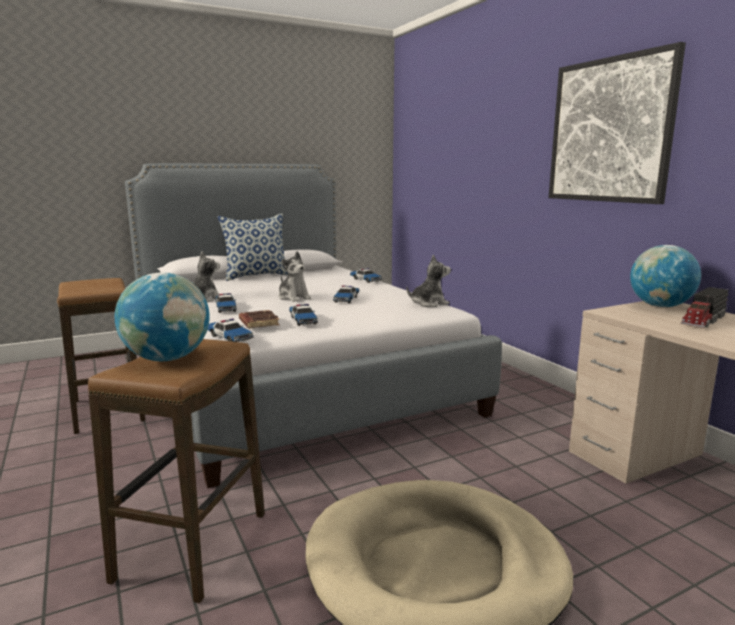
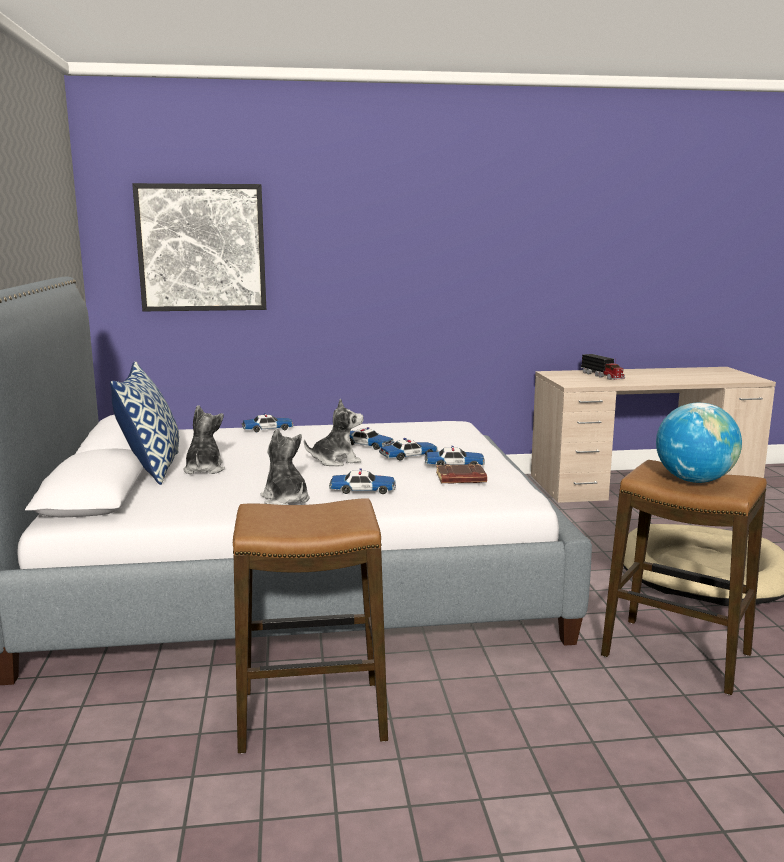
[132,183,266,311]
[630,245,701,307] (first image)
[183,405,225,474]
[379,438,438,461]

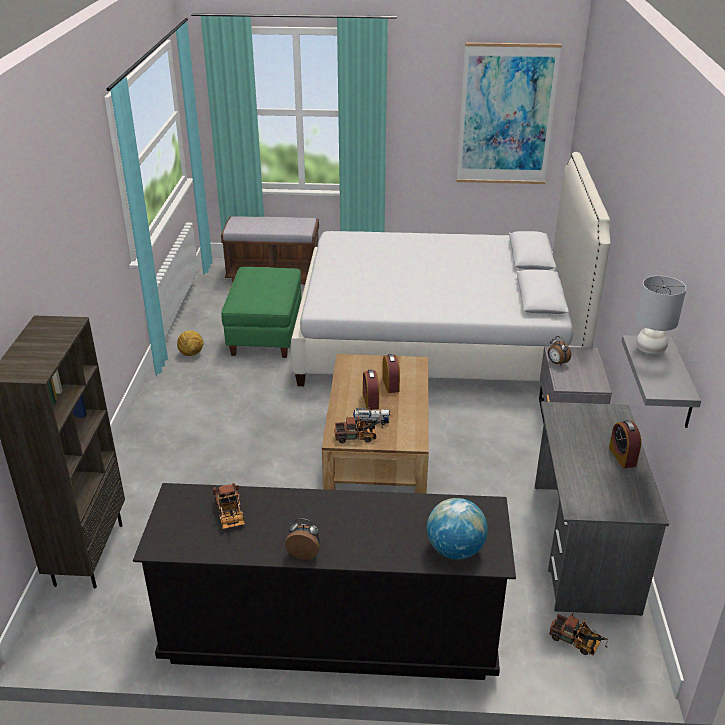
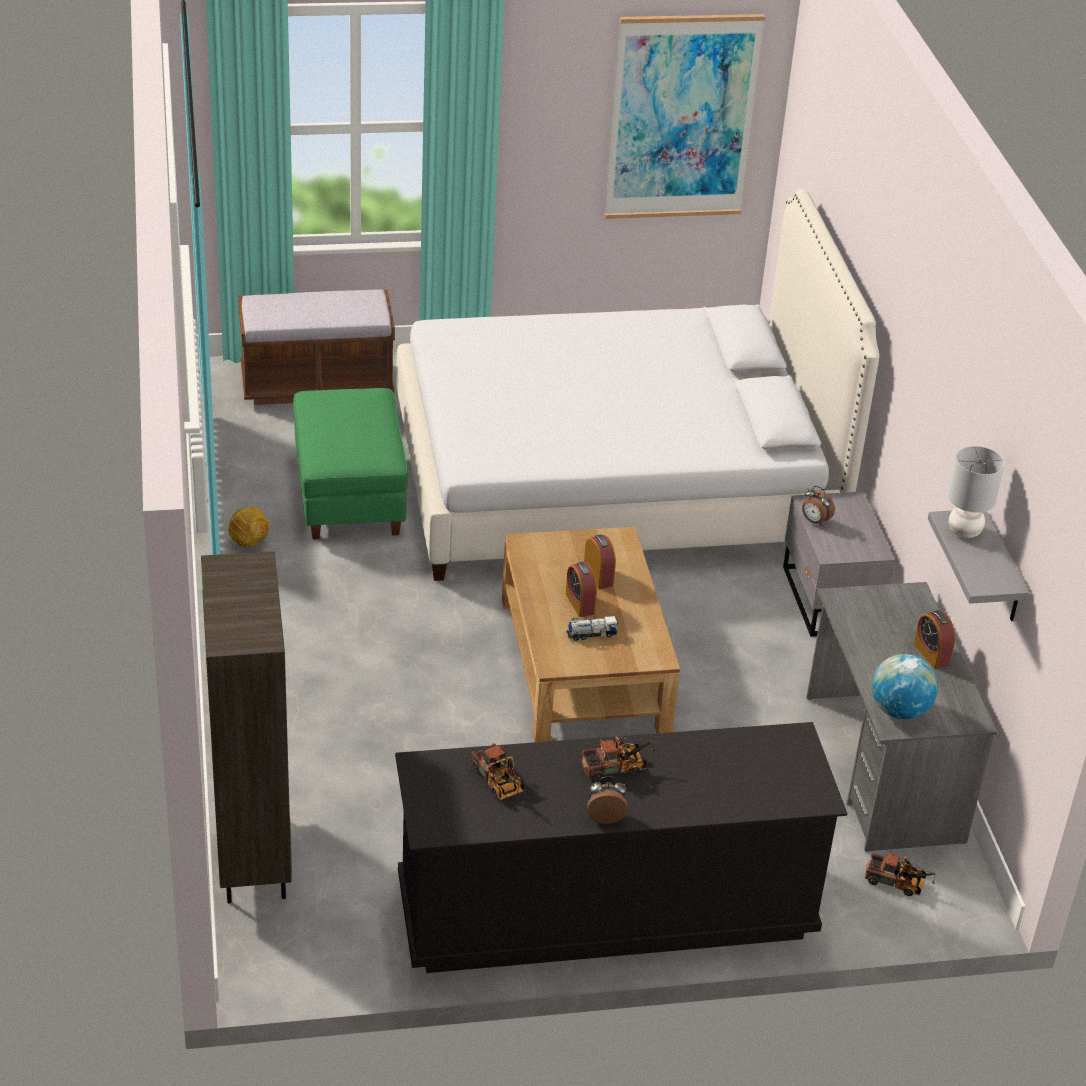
[581,736,655,781]
[872,654,938,719]

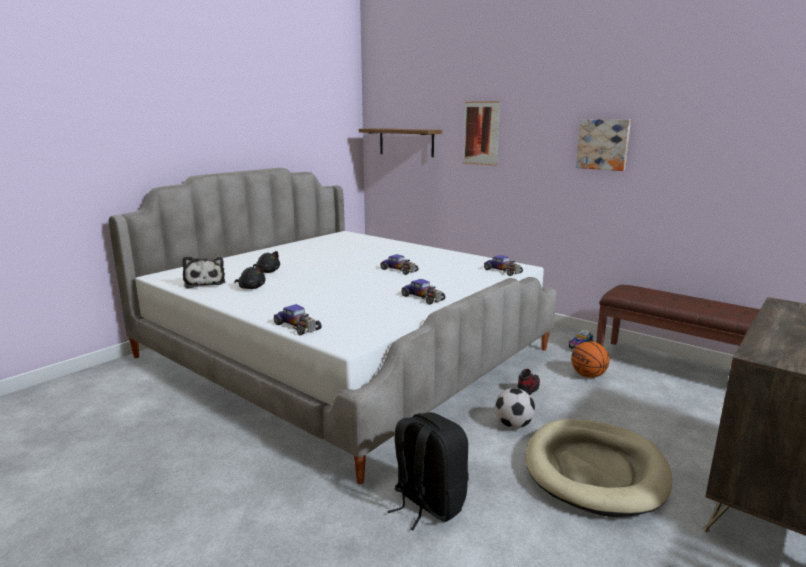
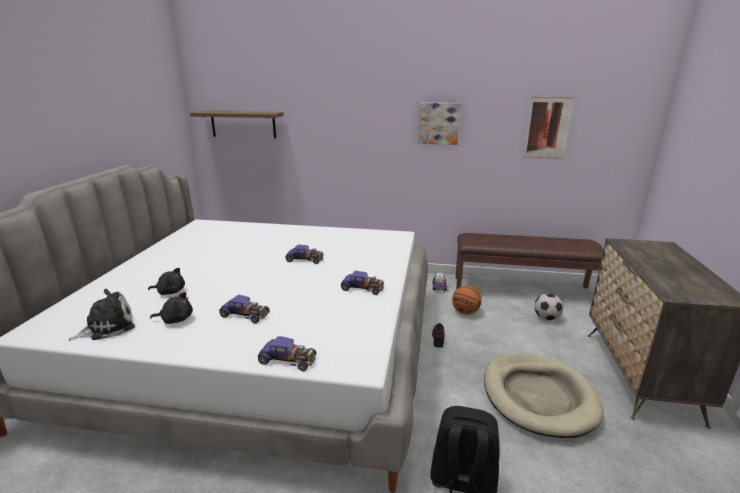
[524,97,574,159]
[219,295,270,324]
[68,289,135,341]
[534,293,563,320]

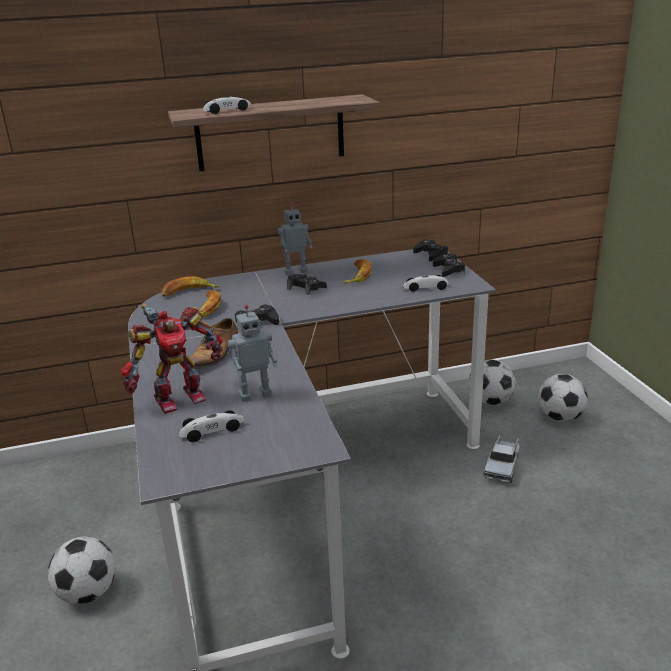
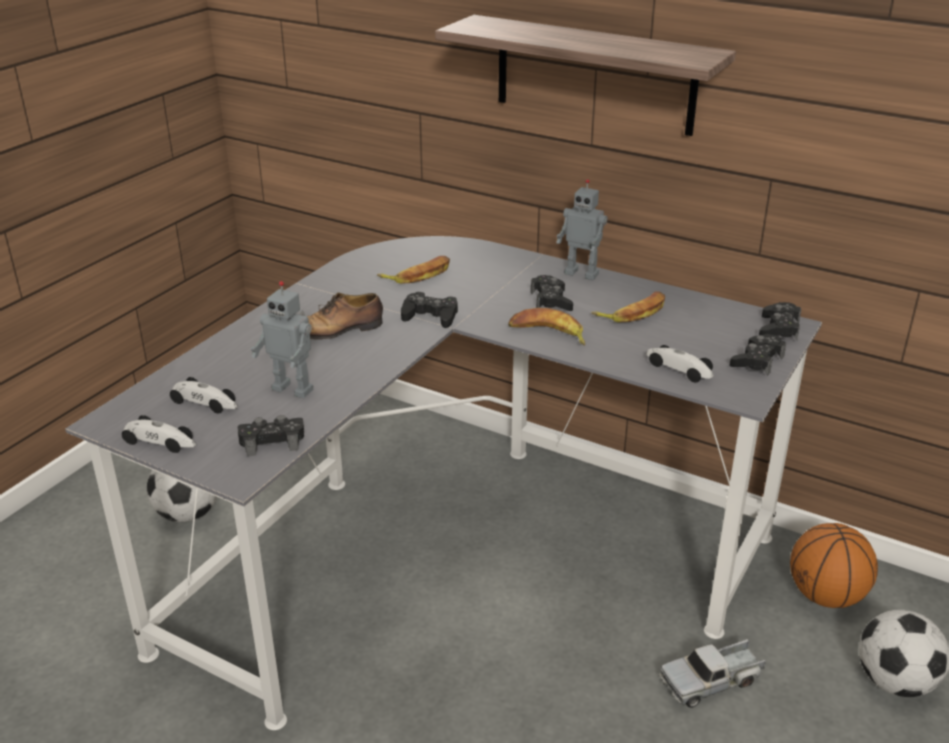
[122,415,196,453]
[508,308,585,346]
[120,304,223,414] (first image)
[790,523,878,608]
[237,415,304,456]

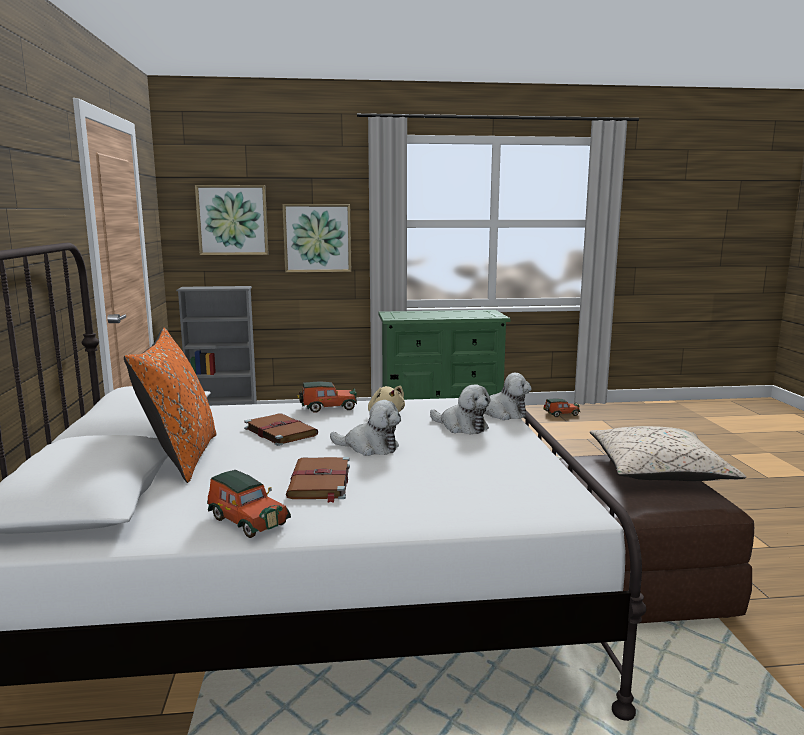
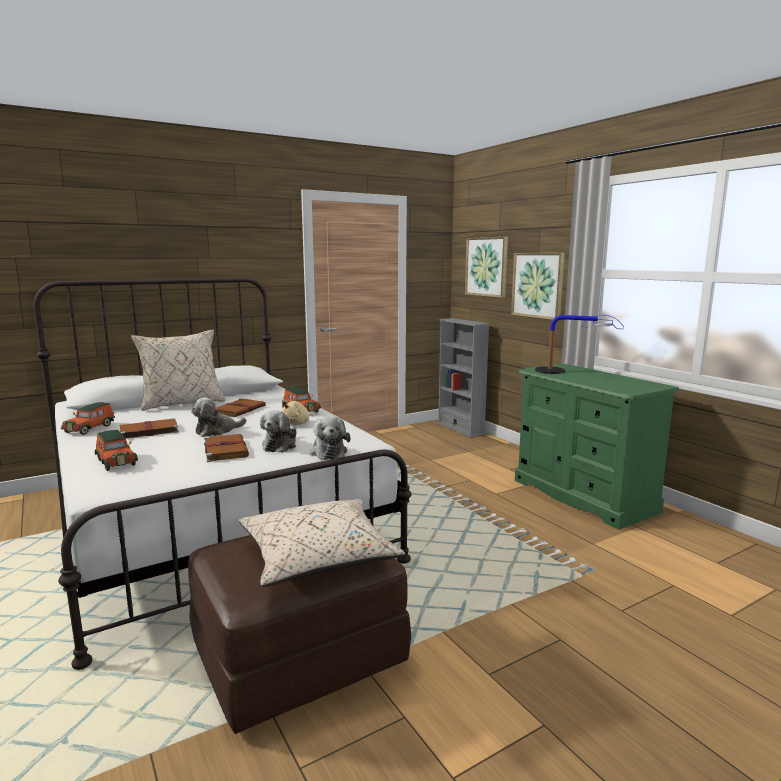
[131,329,225,411]
[95,430,138,471]
[191,397,246,437]
[535,315,624,374]
[204,434,249,462]

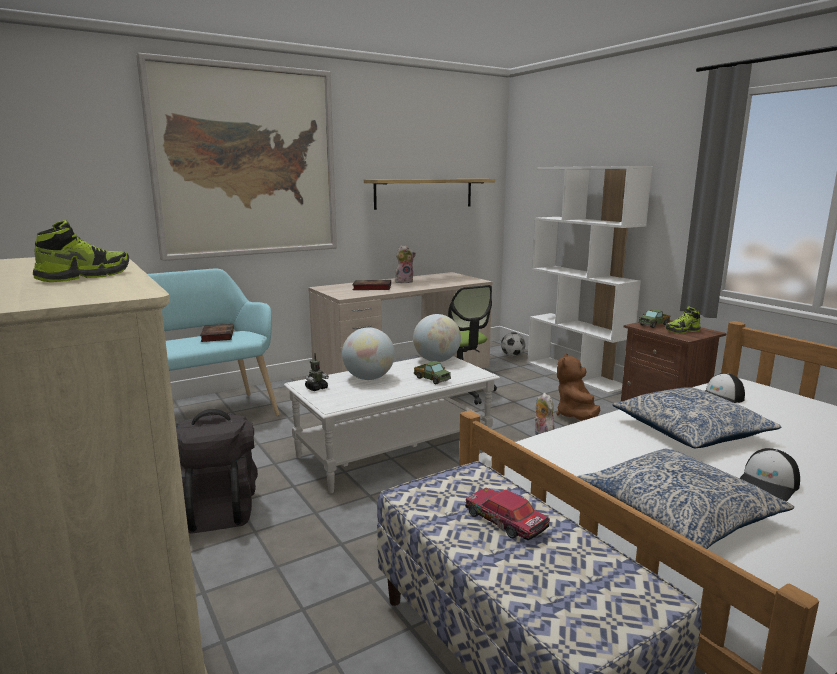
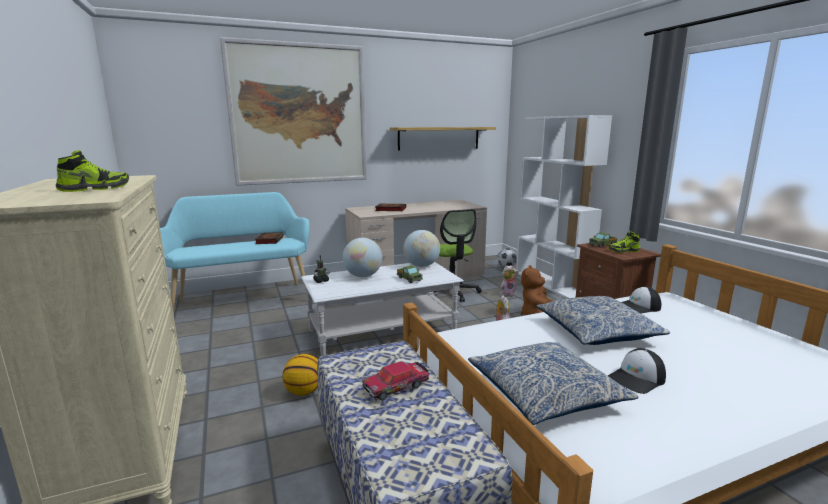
[500,265,519,297]
[176,409,258,533] (first image)
[362,362,429,401]
[283,354,318,396]

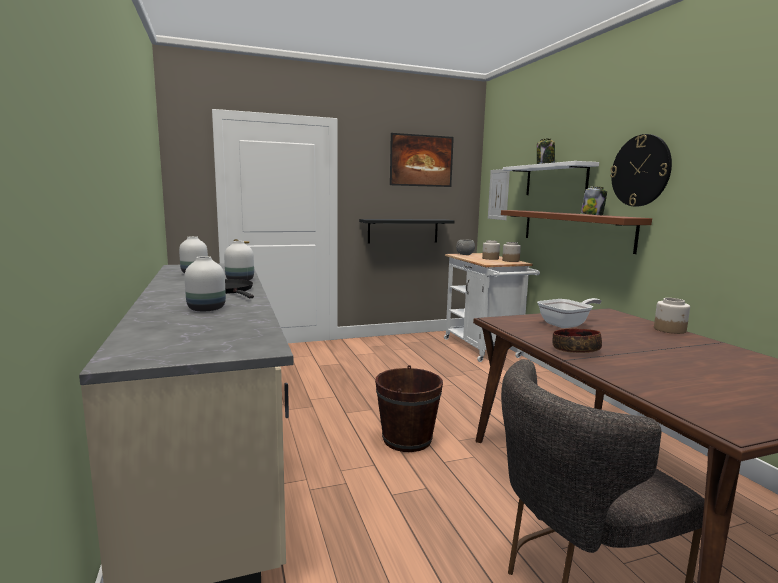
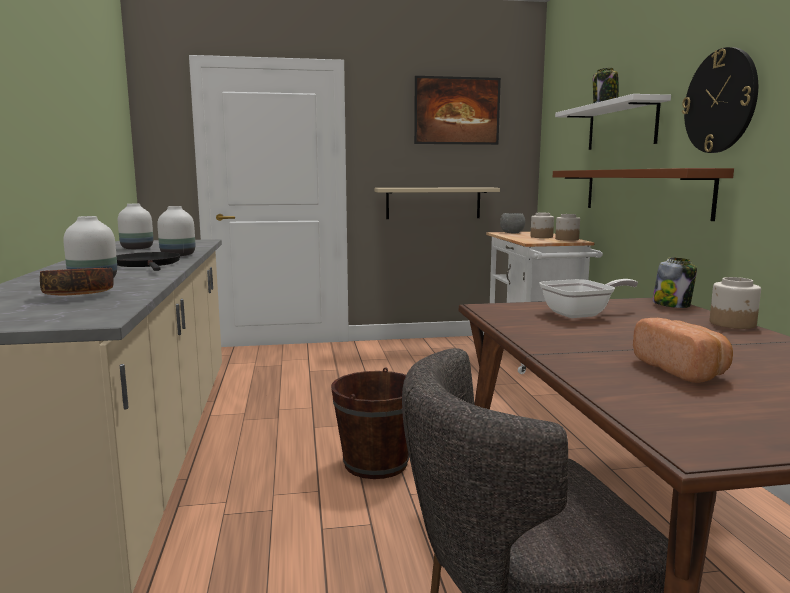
[488,169,510,220] (first image)
[652,257,697,308]
[375,187,500,219]
[40,268,114,295]
[633,318,733,383]

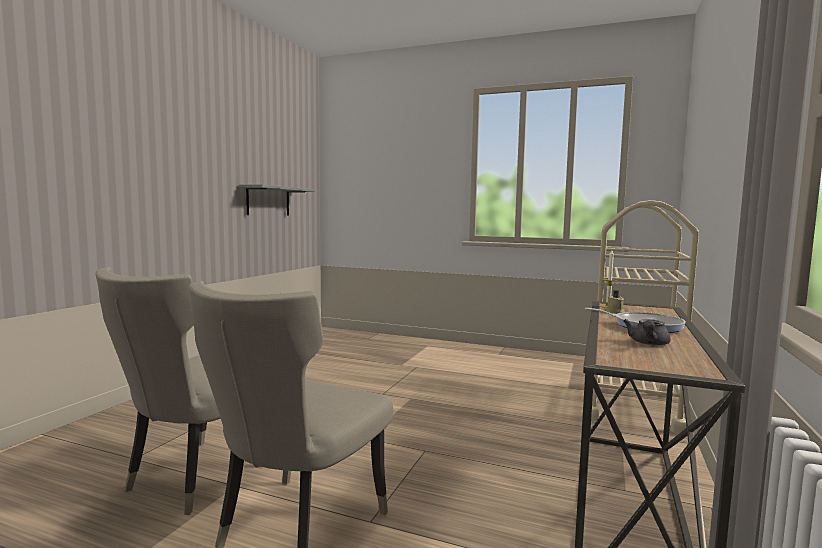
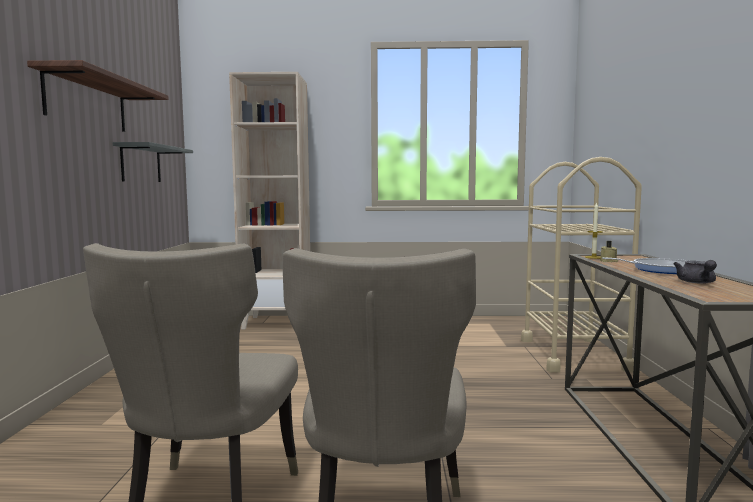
[27,60,169,132]
[229,72,310,329]

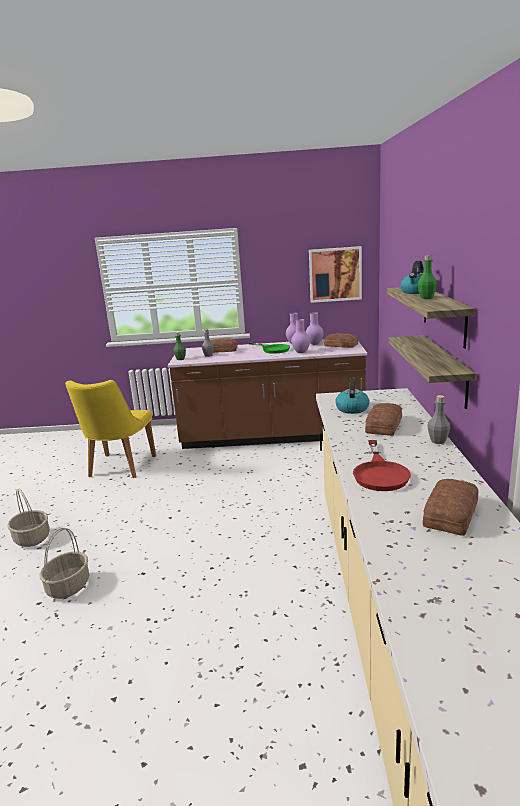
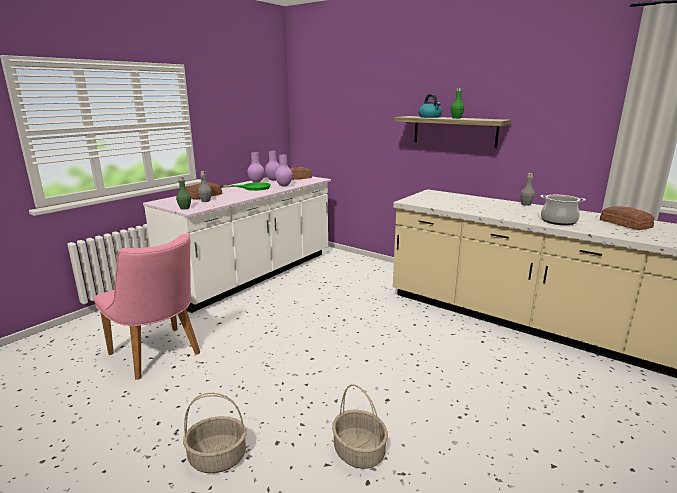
[309,246,362,303] (first image)
[389,335,476,409] (first image)
[143,176,331,313]
[335,378,370,414] (first image)
[94,234,200,380]
[365,403,402,436] (first image)
[541,195,586,225]

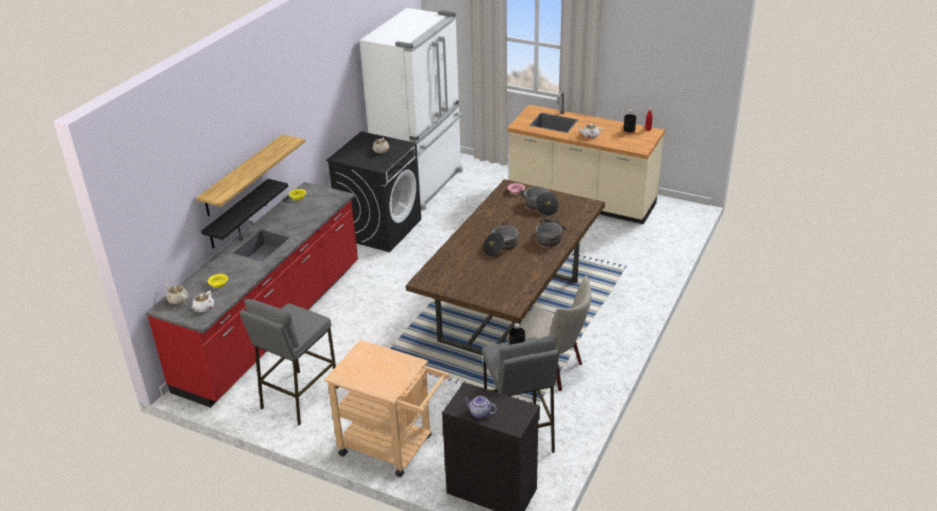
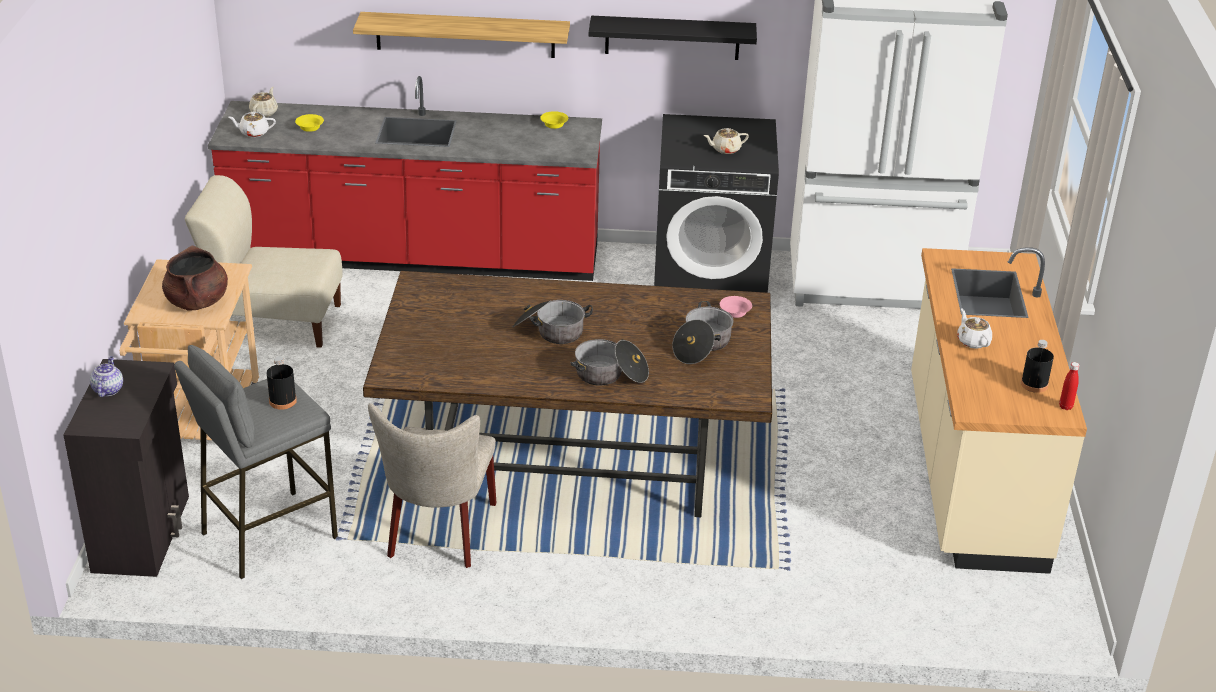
[589,16,757,60]
[185,175,343,348]
[162,246,228,310]

